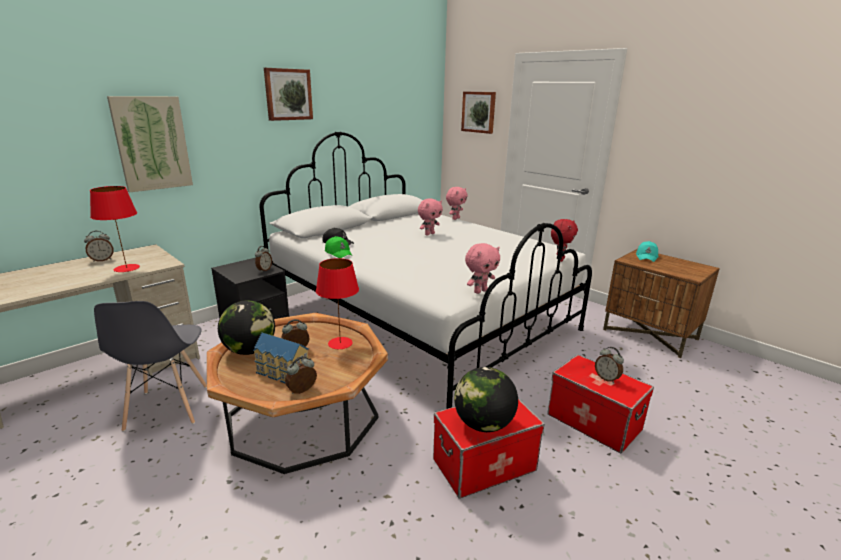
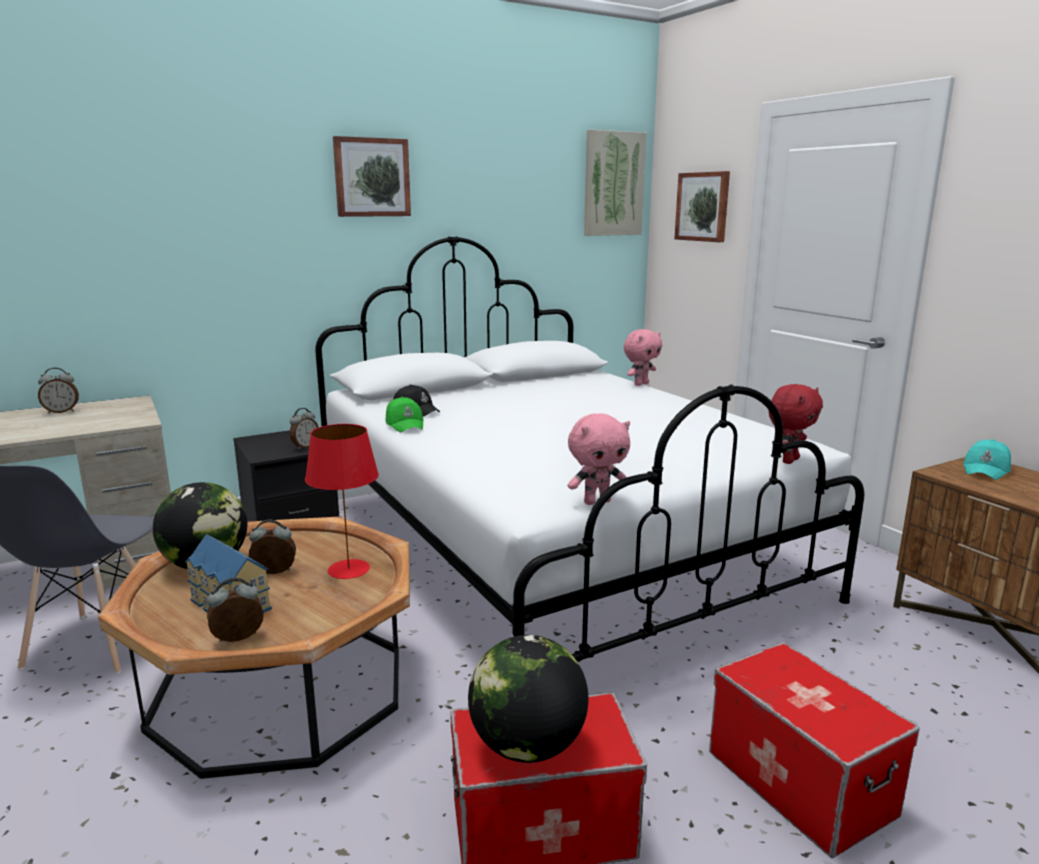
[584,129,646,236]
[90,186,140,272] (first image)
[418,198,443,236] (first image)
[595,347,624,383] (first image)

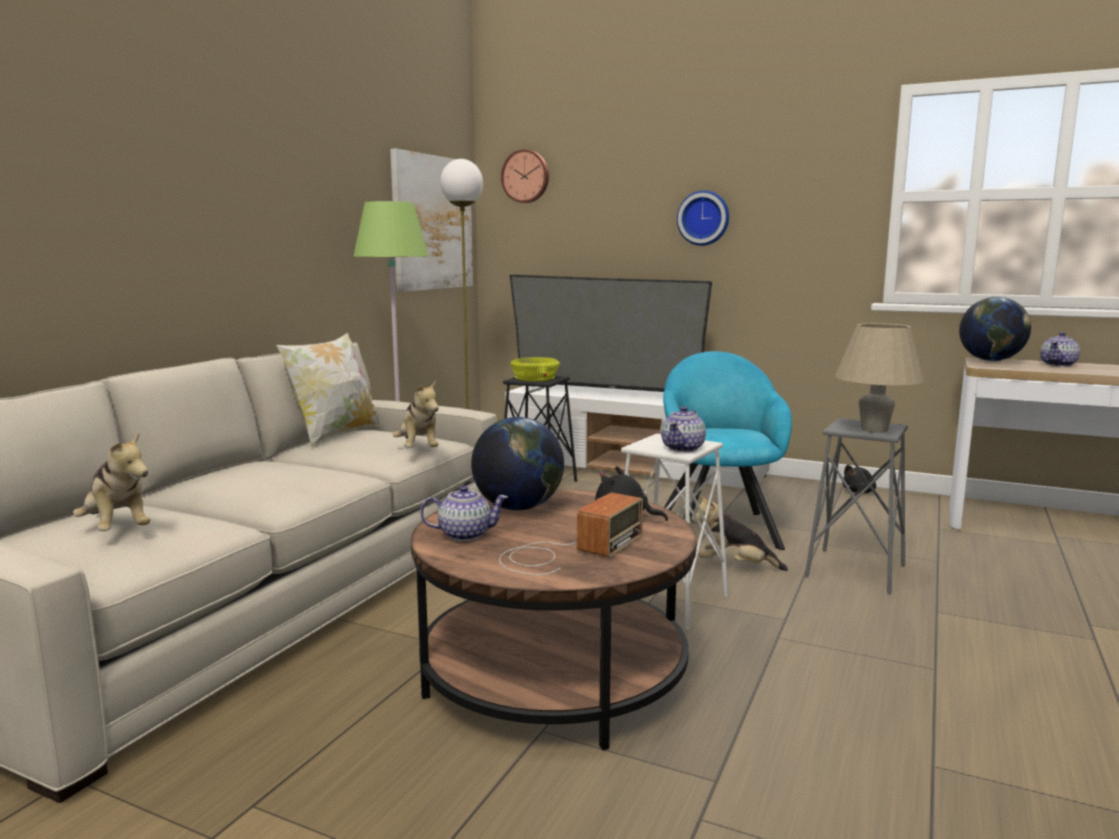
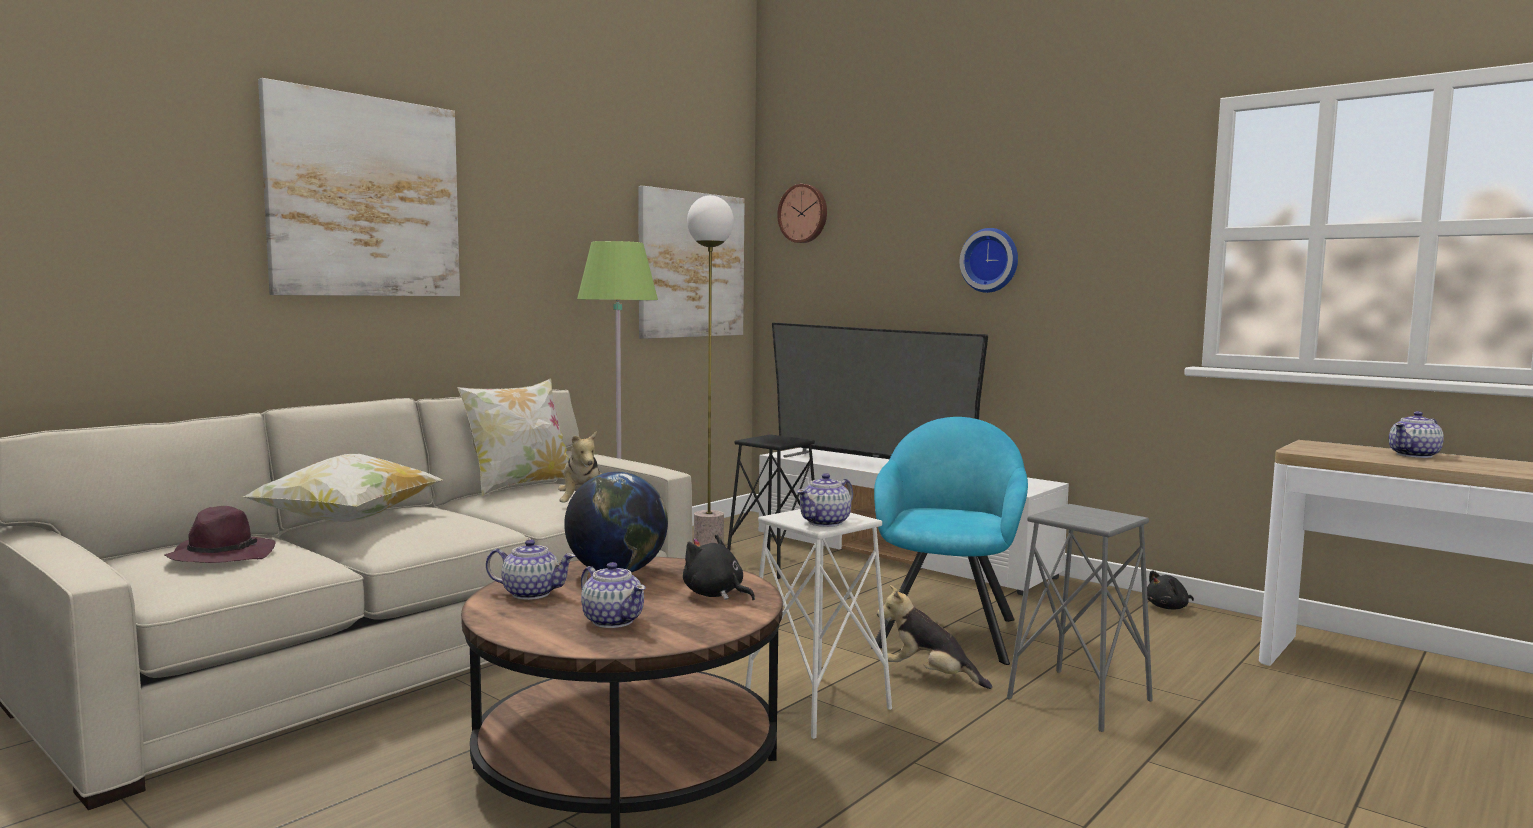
[959,297,1031,361] (first image)
[835,323,925,433] (first image)
[510,357,560,381] (first image)
[165,506,275,563]
[581,562,646,628]
[258,78,460,296]
[243,454,442,522]

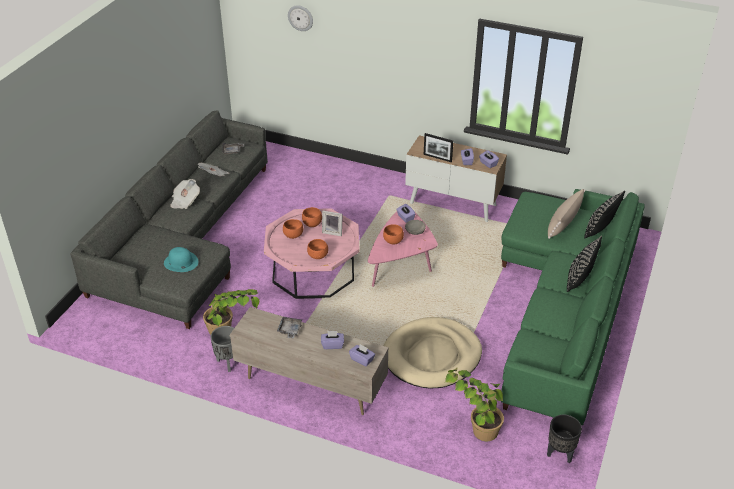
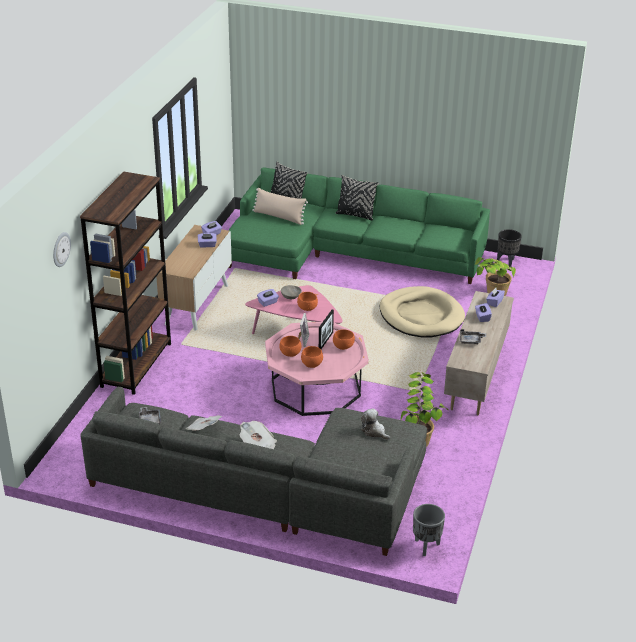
[319,310,334,349]
[361,408,390,440]
[413,504,445,556]
[80,172,171,395]

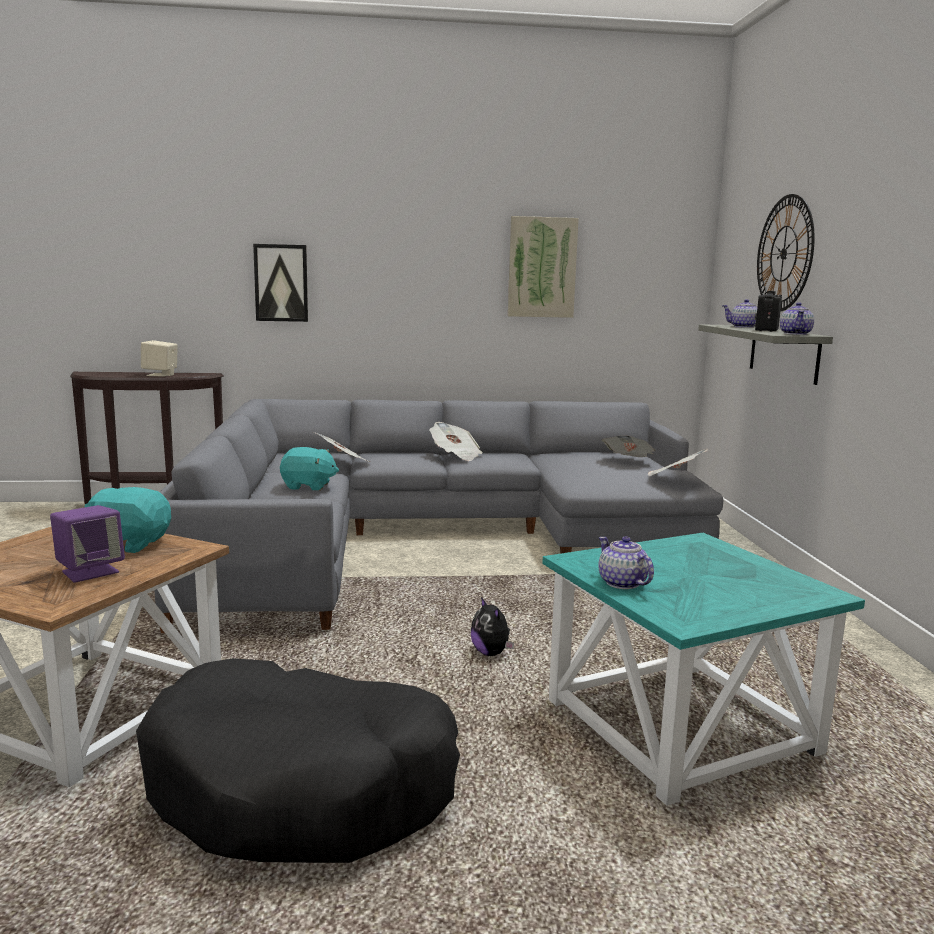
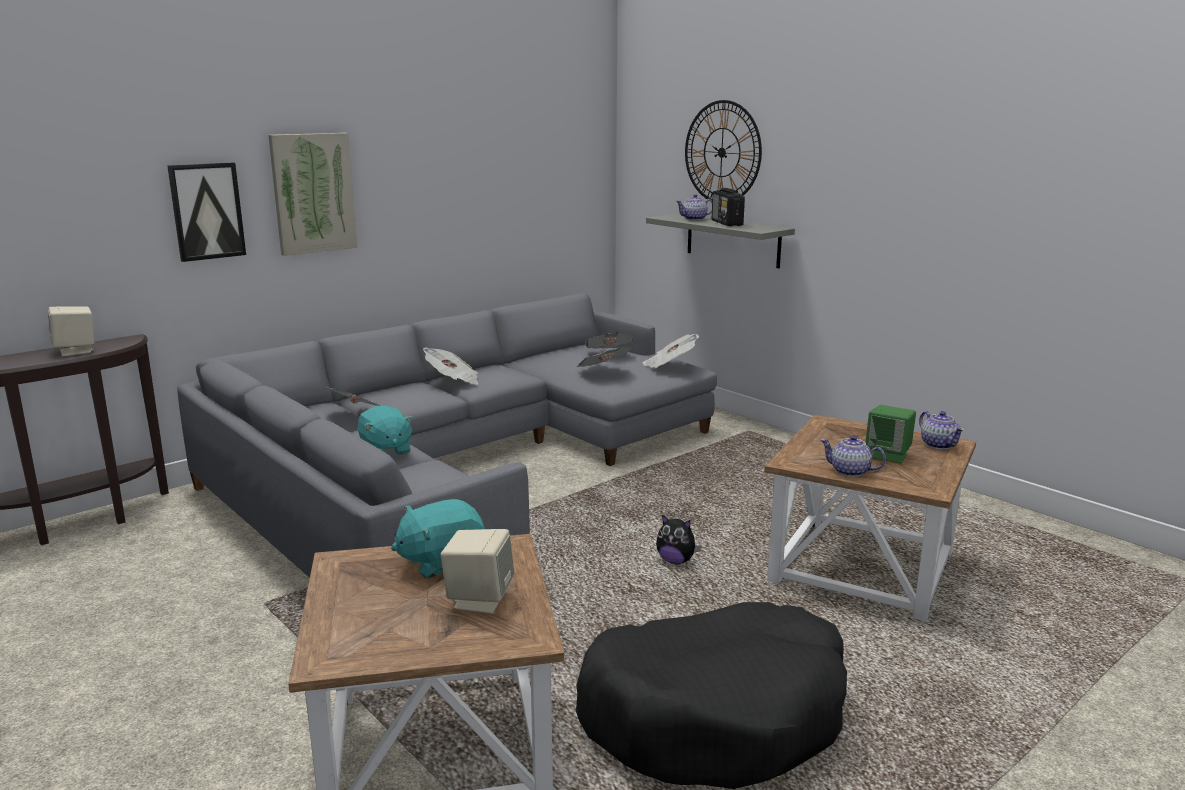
[268,133,357,256]
[919,411,965,450]
[357,406,414,455]
[441,529,514,614]
[764,415,976,622]
[577,347,631,367]
[865,405,916,463]

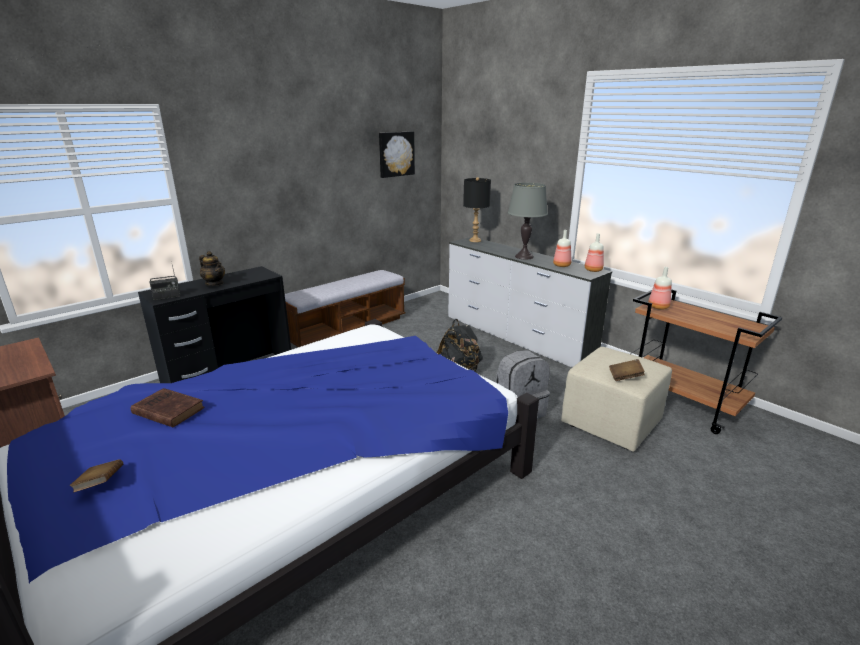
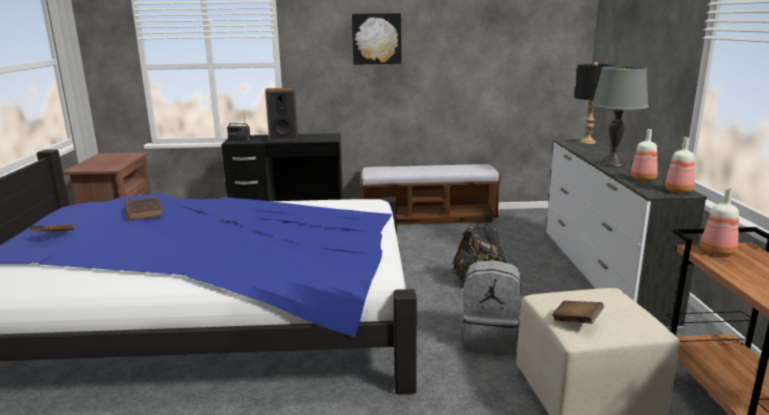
[352,13,401,65]
[265,87,298,142]

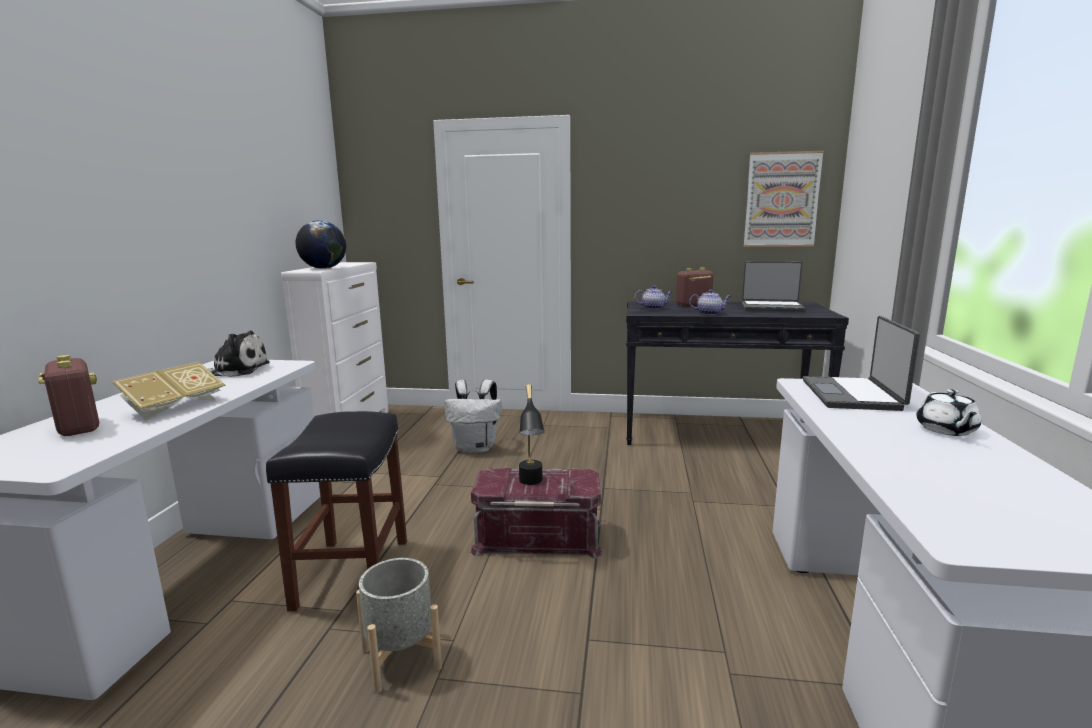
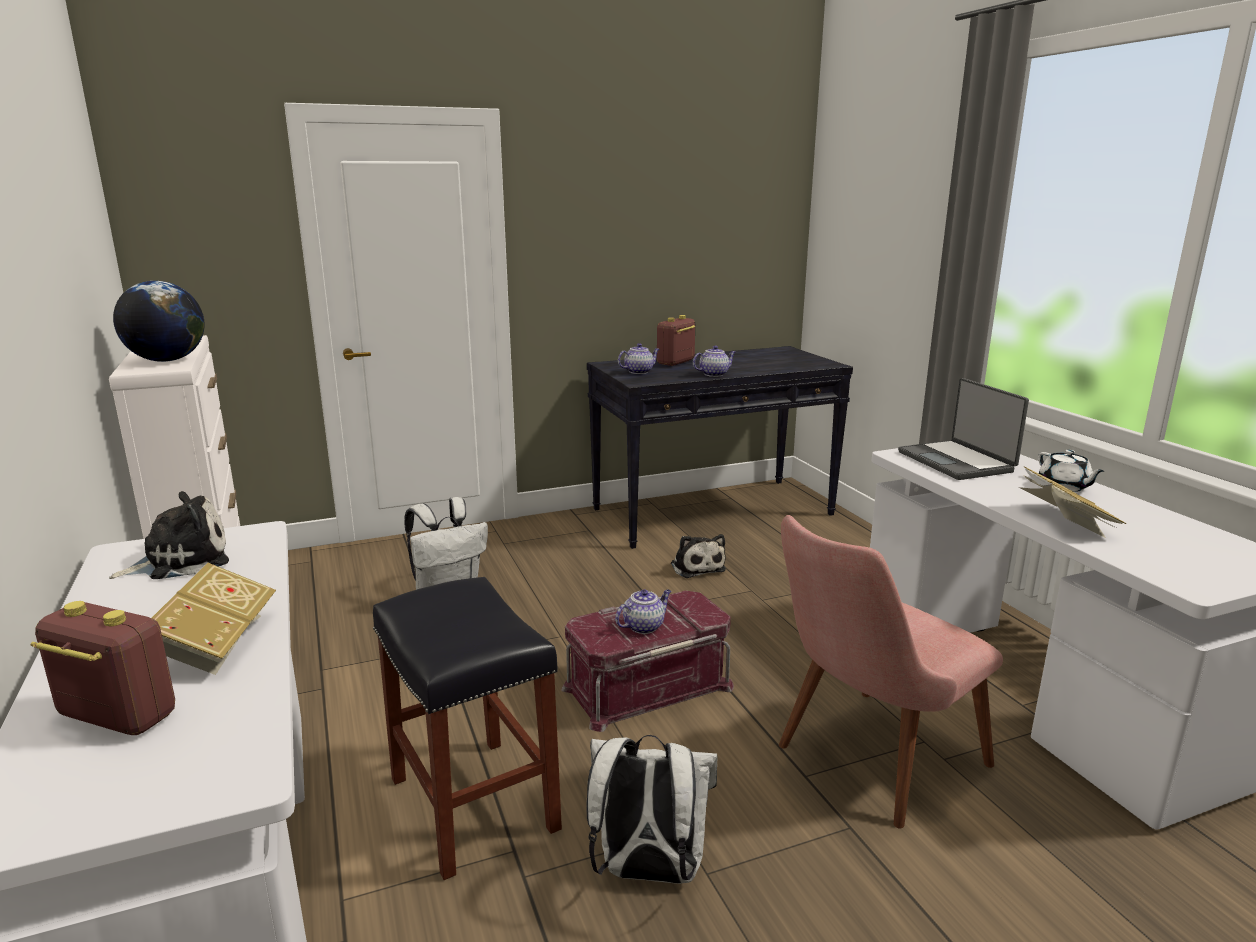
[744,151,824,247] (first image)
[742,261,805,312] (first image)
[615,590,671,634]
[586,735,718,884]
[1018,466,1127,538]
[779,515,1003,829]
[671,534,726,578]

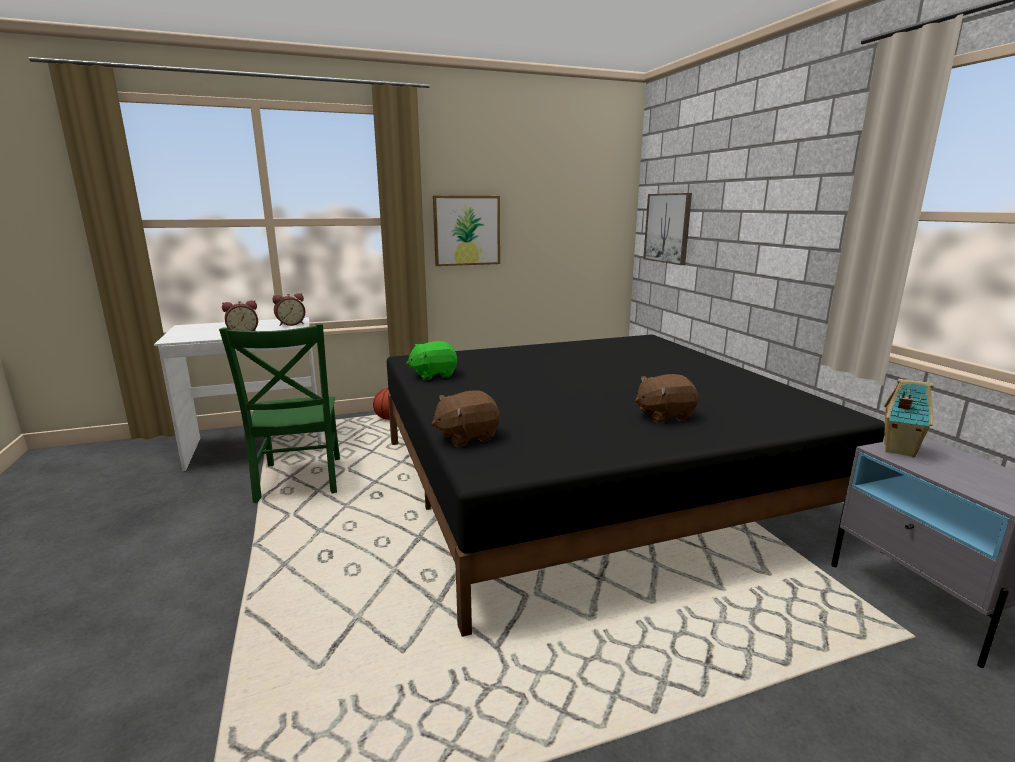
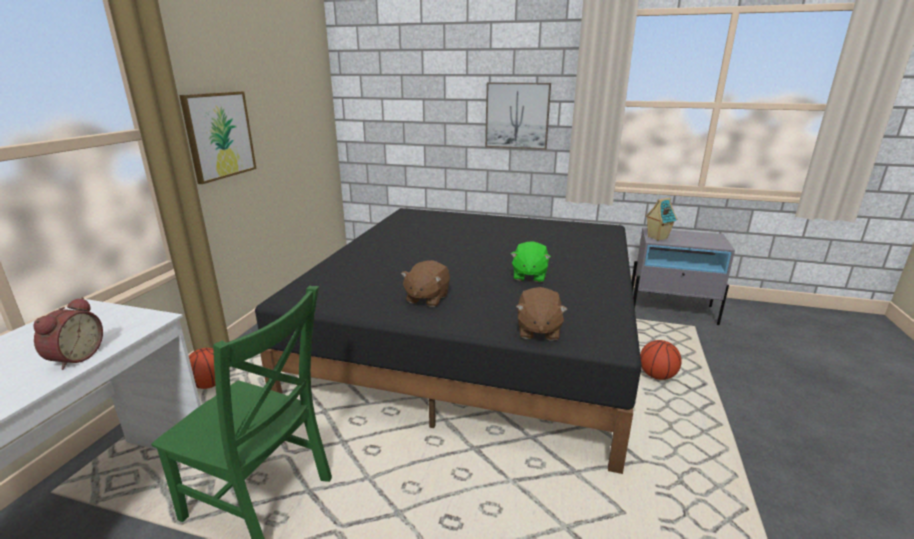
[485,82,551,150]
[272,293,305,326] (first image)
[511,241,551,282]
[401,260,450,307]
[640,340,681,380]

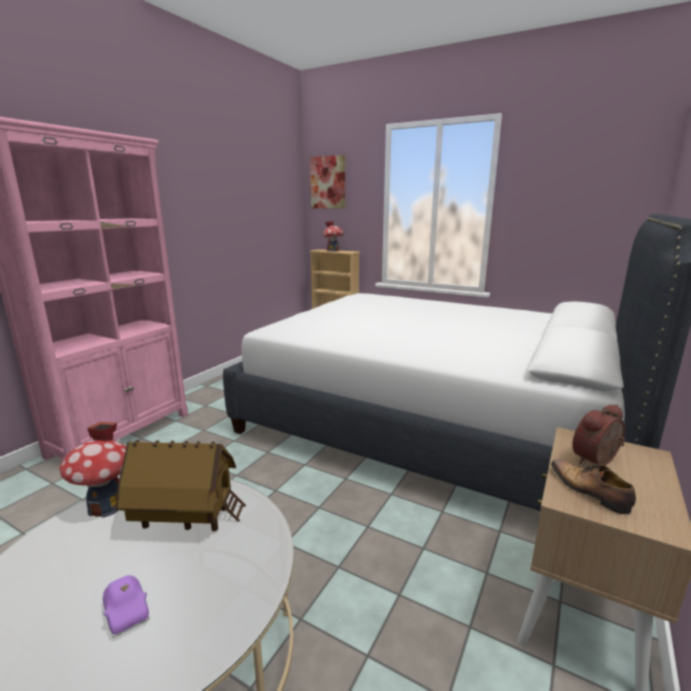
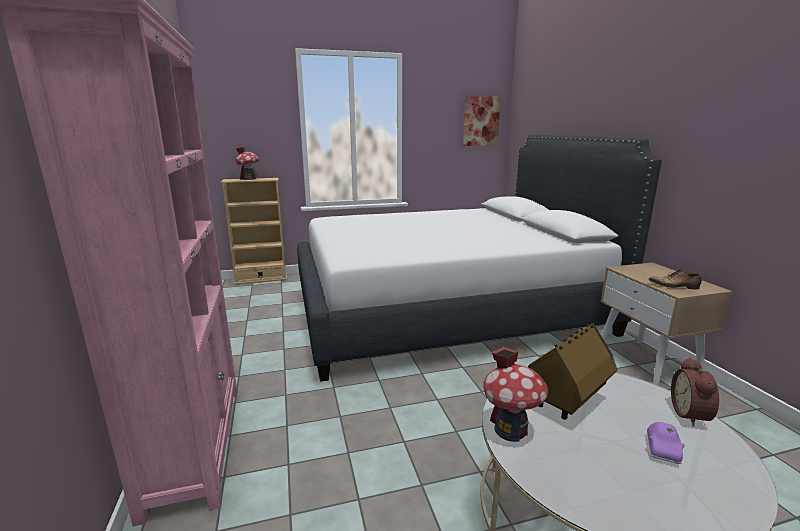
[463,96,501,146]
[671,357,719,427]
[647,422,685,464]

